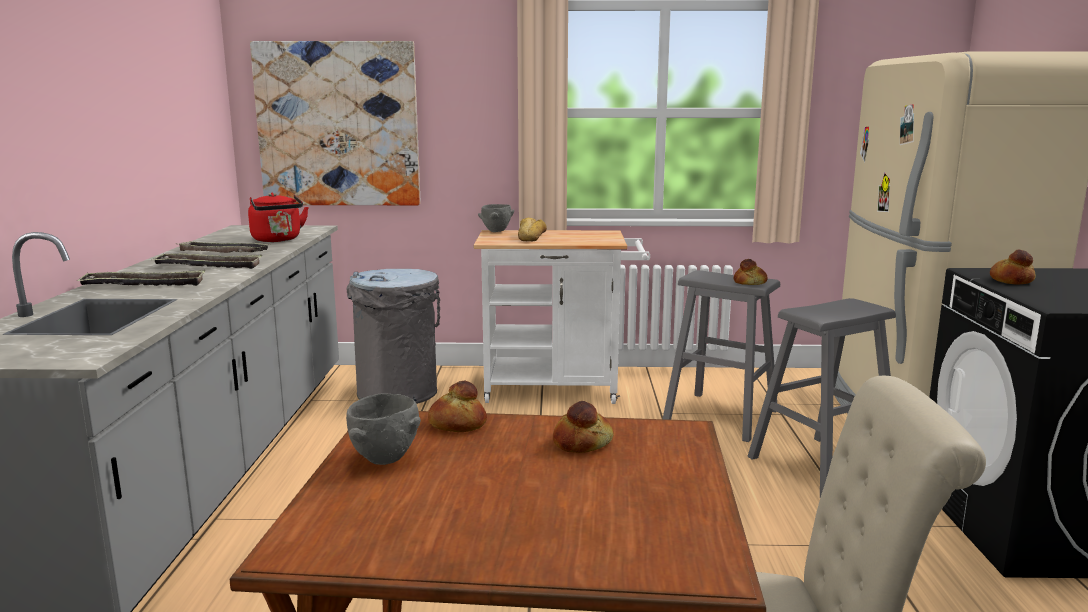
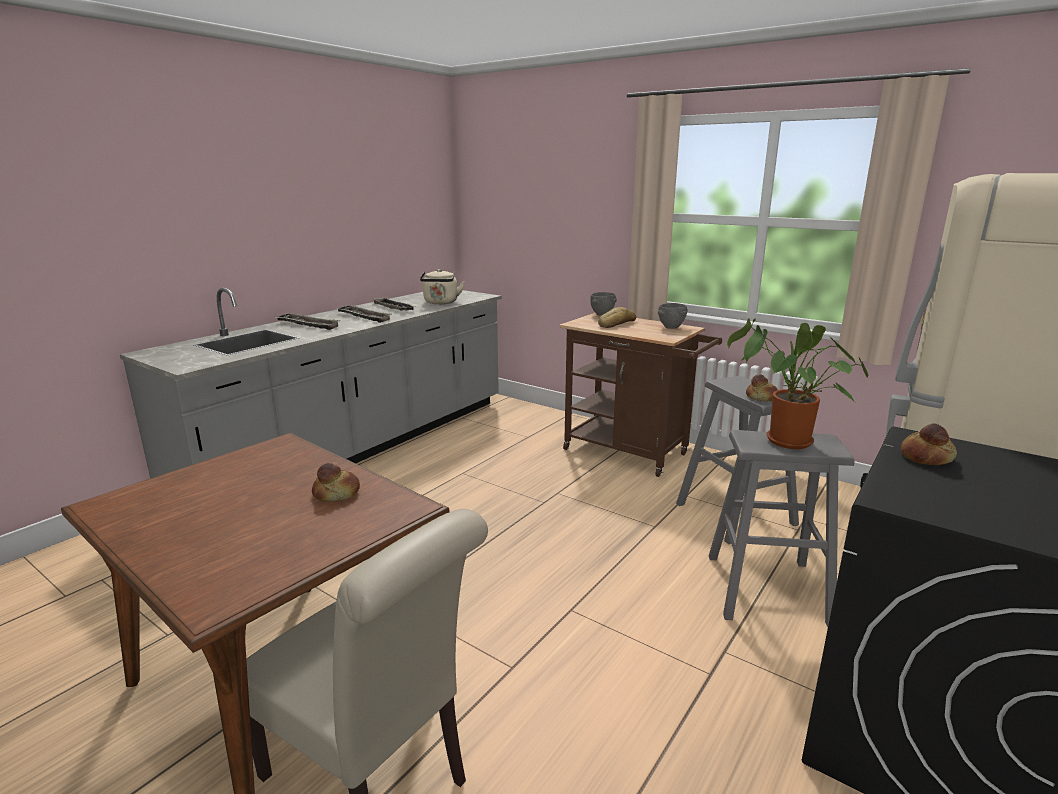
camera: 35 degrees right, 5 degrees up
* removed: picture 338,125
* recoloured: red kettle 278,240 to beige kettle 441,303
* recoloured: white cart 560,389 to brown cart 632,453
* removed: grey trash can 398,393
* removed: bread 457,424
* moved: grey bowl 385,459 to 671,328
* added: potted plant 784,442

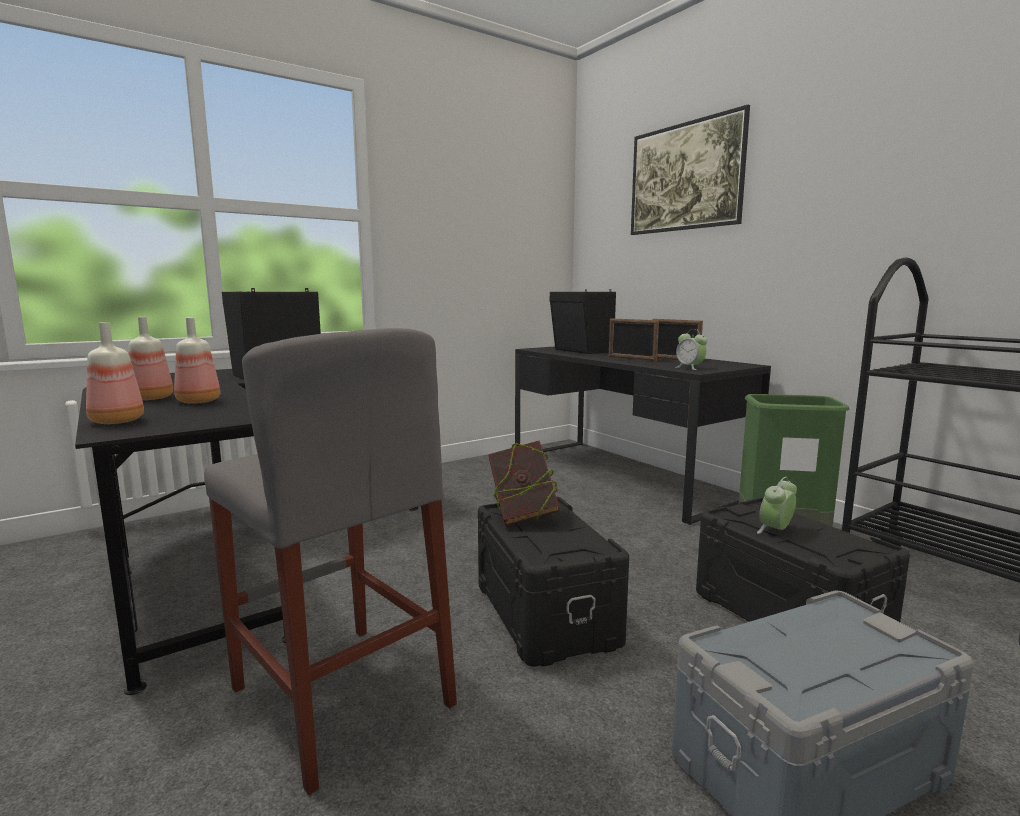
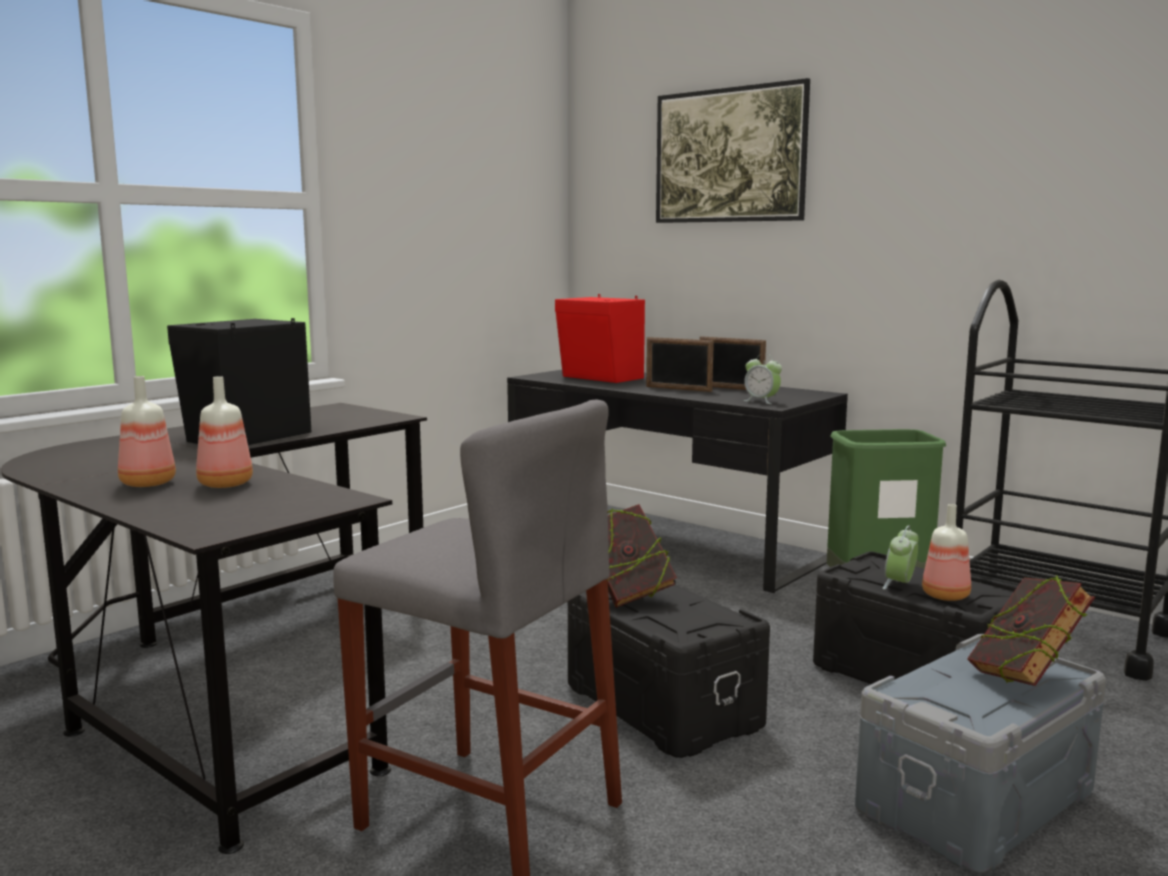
camera: 15 degrees left, 0 degrees up
* recoloured: black speaker 582,351 to red speaker 601,378
* moved: bottle 118,421 to 947,596
* added: book 1024,679

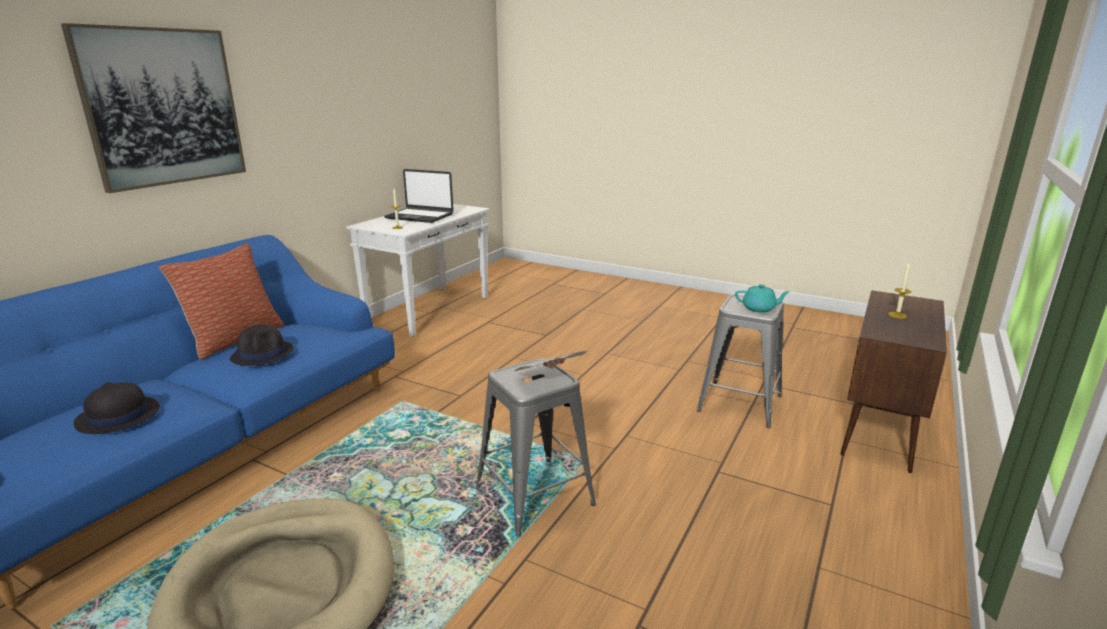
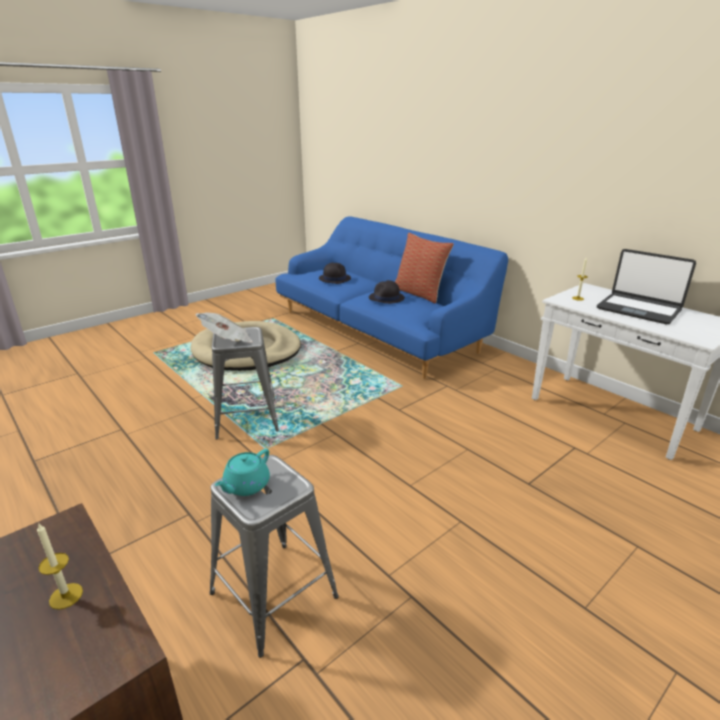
camera: 110 degrees right, 5 degrees up
* removed: picture 163,107
* turned: laptop 420,216 = 638,309 90 degrees counterclockwise

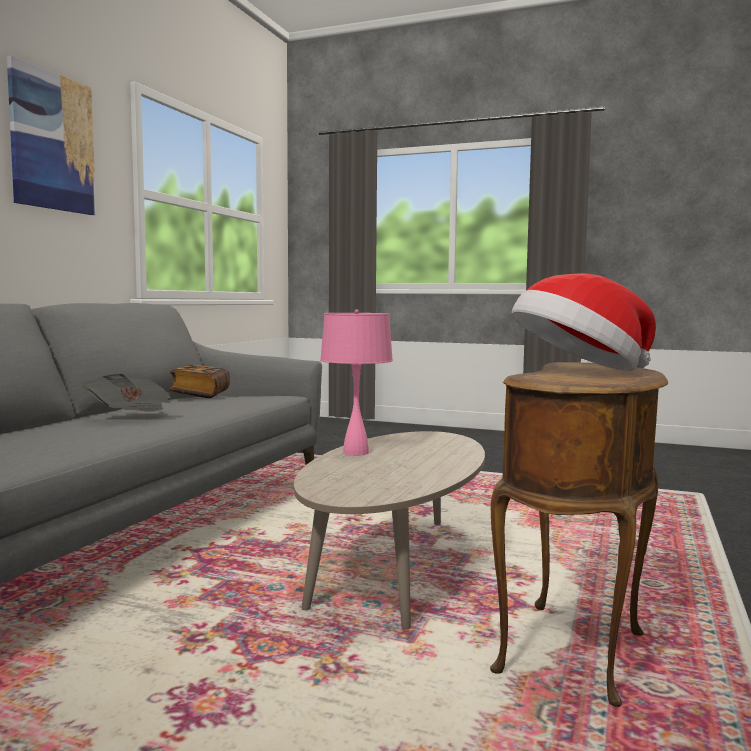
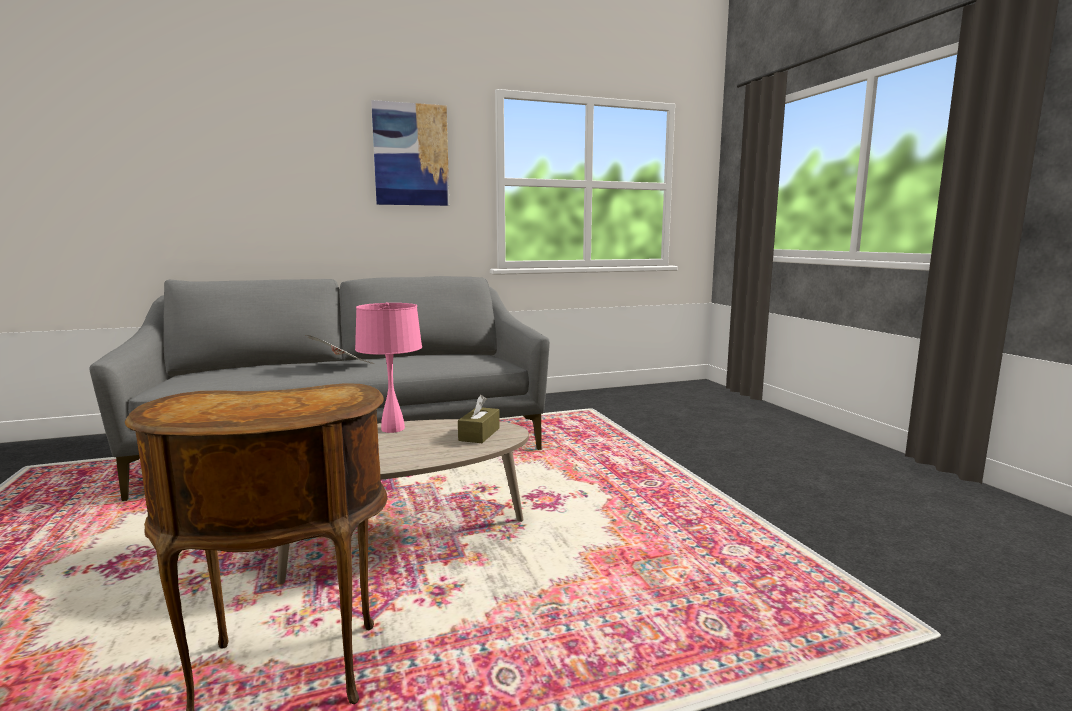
camera: 50 degrees right, 5 degrees up
* removed: hat 579,371
* removed: book 200,394
* added: brown tissue box 479,434

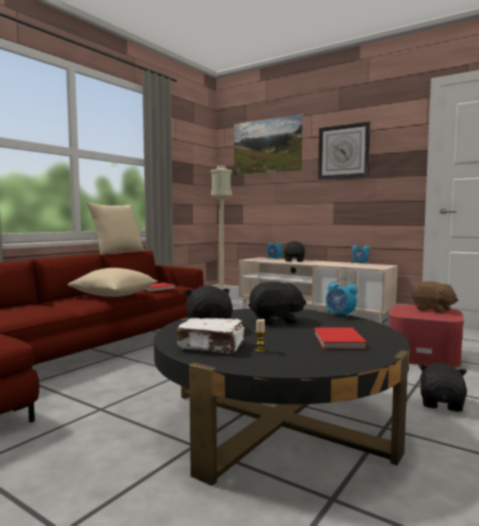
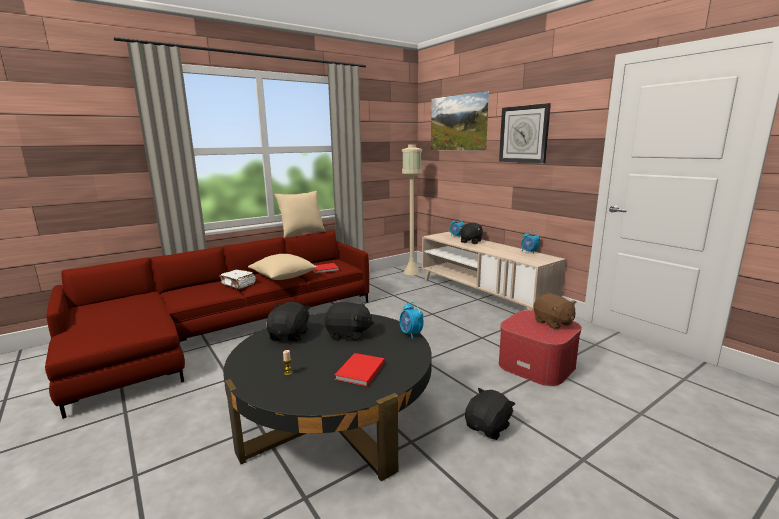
camera: 20 degrees right, 10 degrees up
* moved: white book 212,347 to 238,284

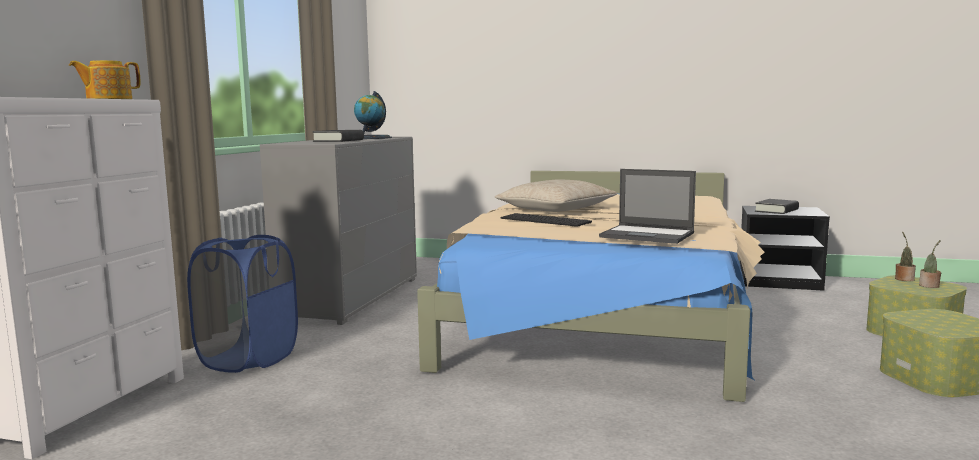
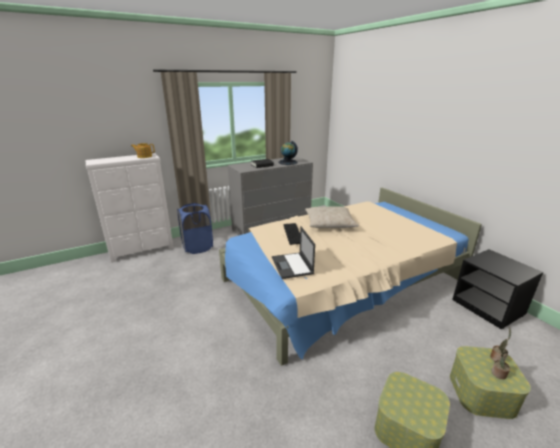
camera: 45 degrees right, 15 degrees up
* removed: black book 776,210

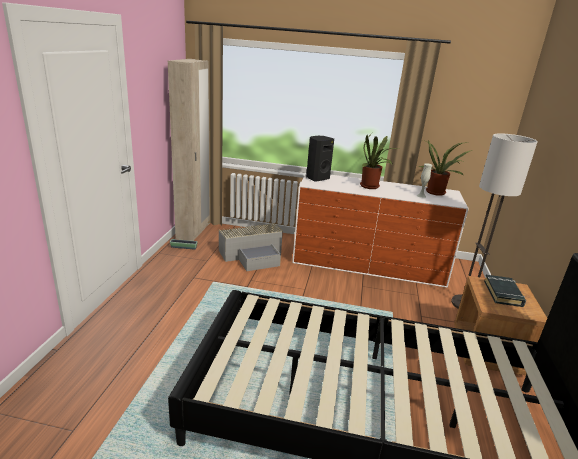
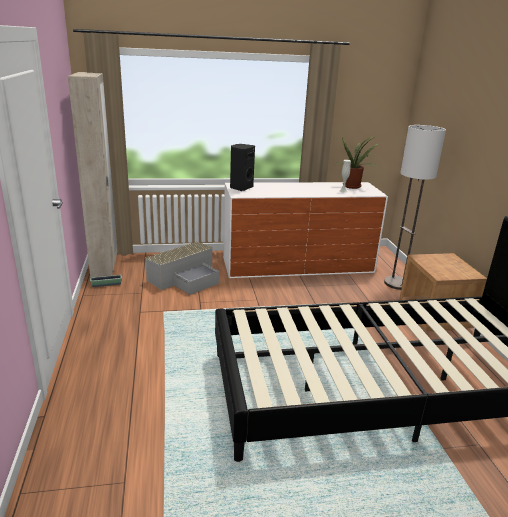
camera: 20 degrees left, 0 degrees up
* removed: potted plant 371,187
* removed: black book 503,293

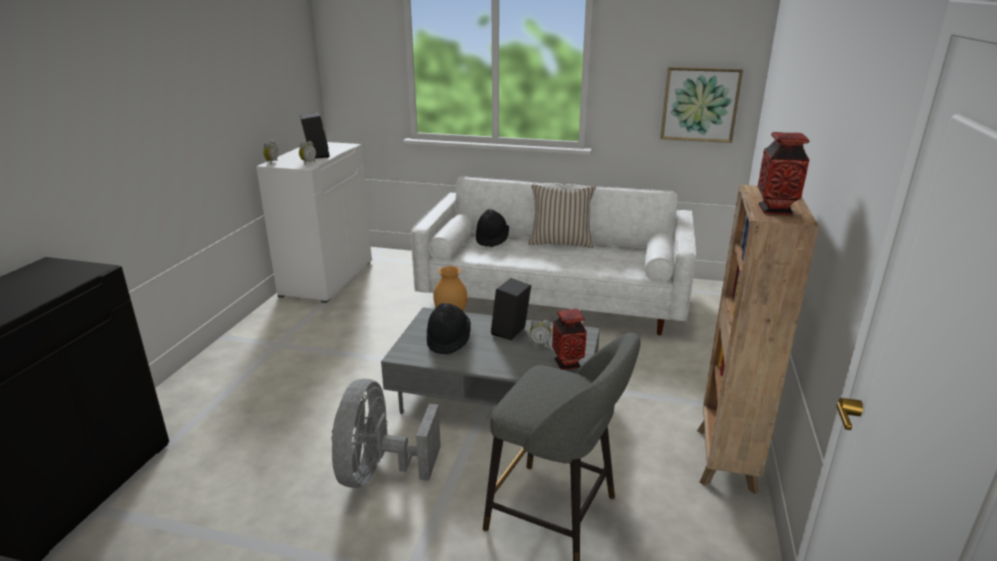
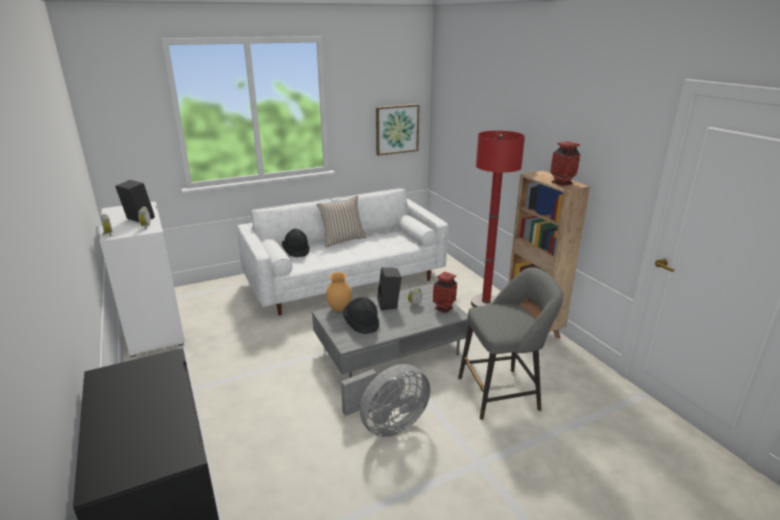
camera: 40 degrees left, 0 degrees up
* turned: grey fan 379,472 = 387,425 90 degrees counterclockwise
* added: red floor lamp 485,304

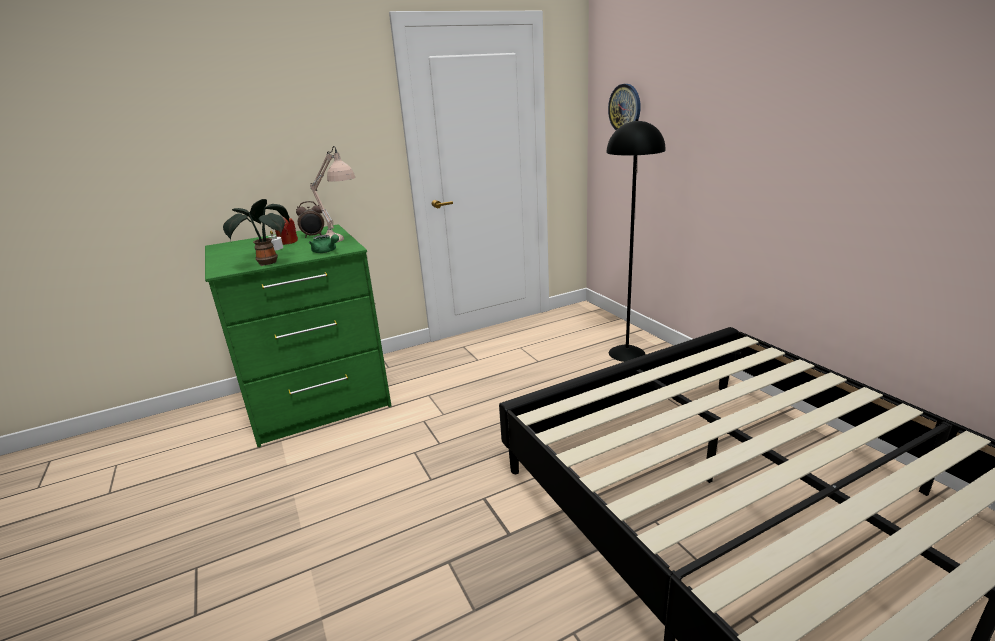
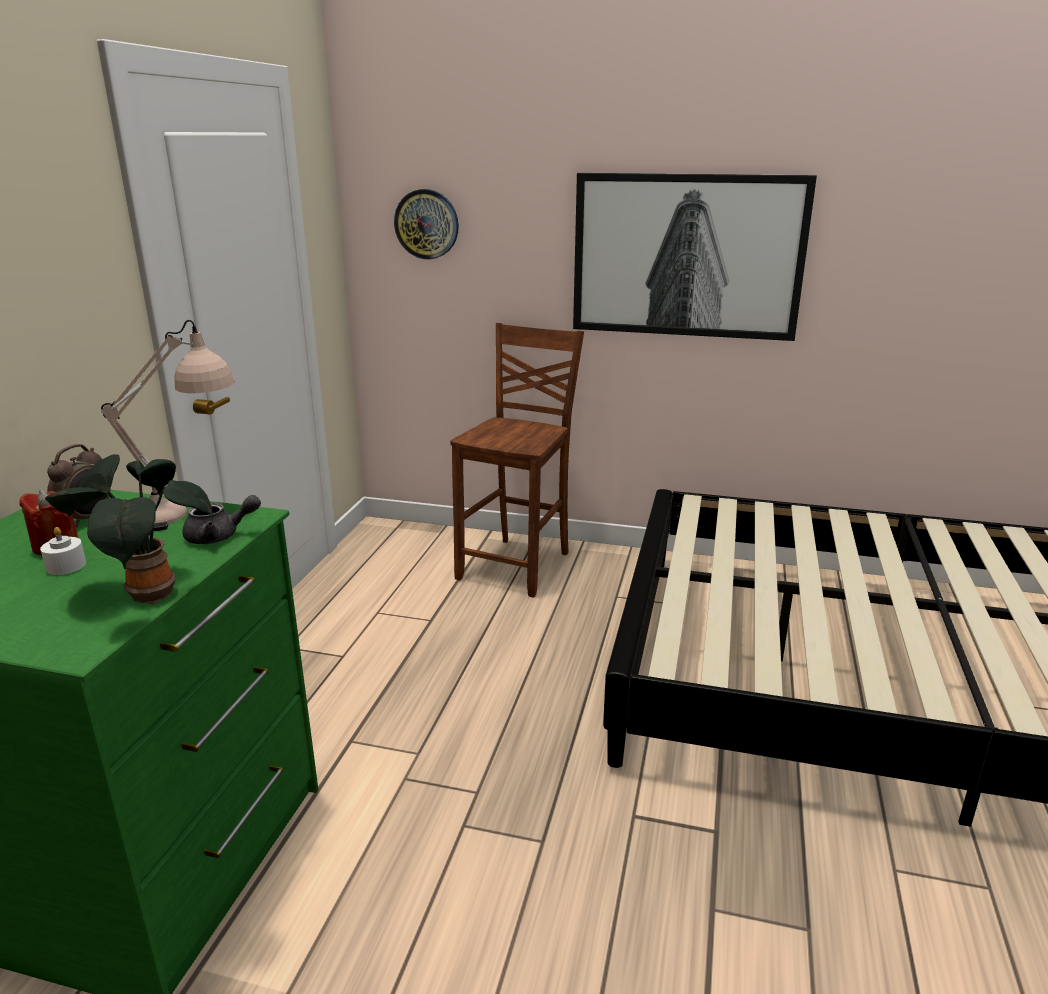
camera: 50 degrees left, 0 degrees up
* replaced: black floor lamp 627,353 to brown chair 518,565
* recoloured: green teapot 326,251 to grey teapot 220,536
* added: picture 686,256

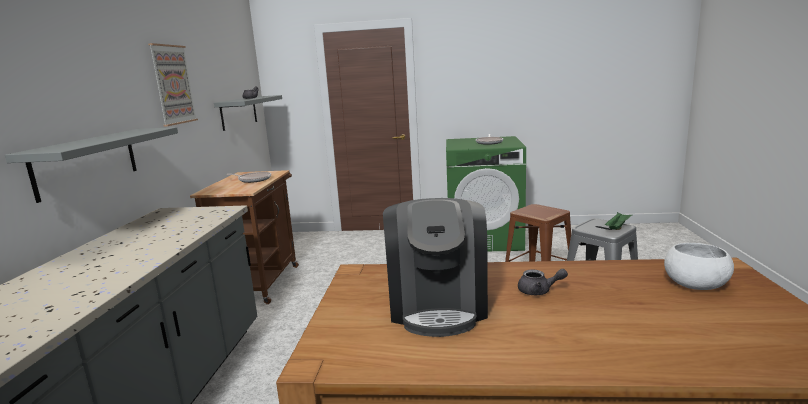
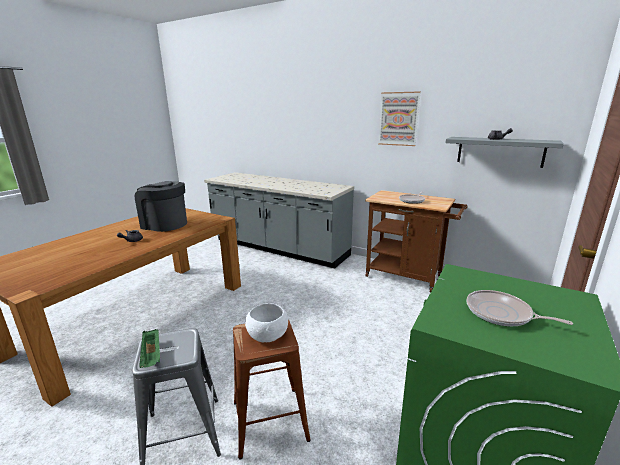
camera: 115 degrees right, 5 degrees up
* removed: grey shelf 87,162
* moved: white bowl 696,284 to 267,335

